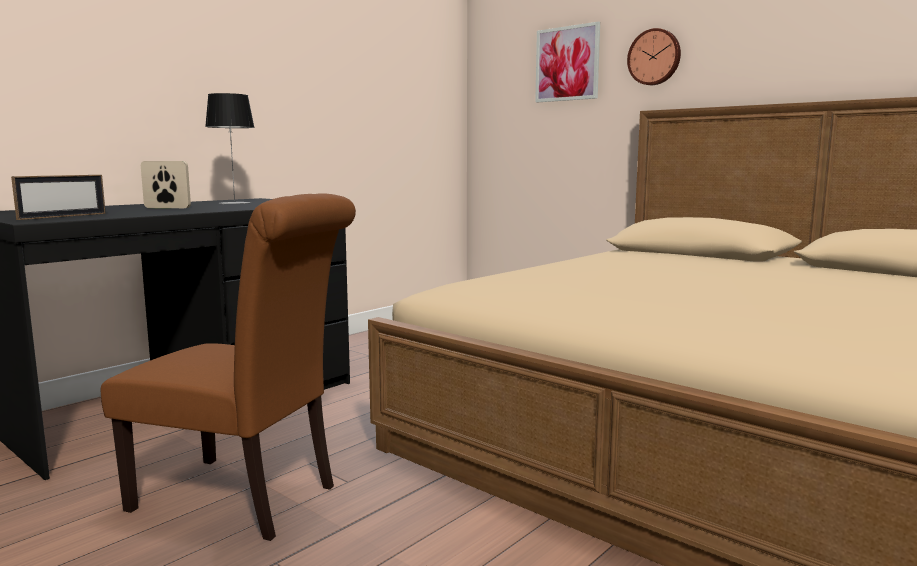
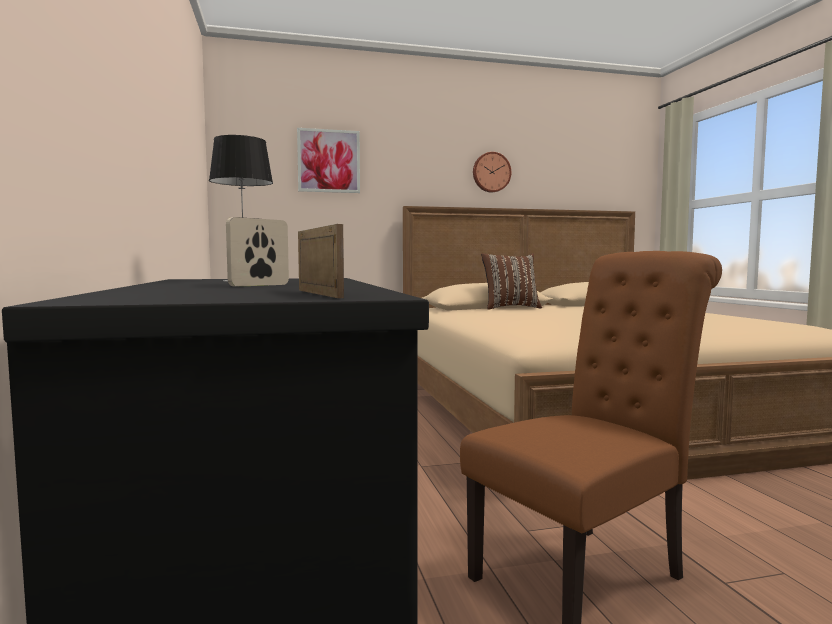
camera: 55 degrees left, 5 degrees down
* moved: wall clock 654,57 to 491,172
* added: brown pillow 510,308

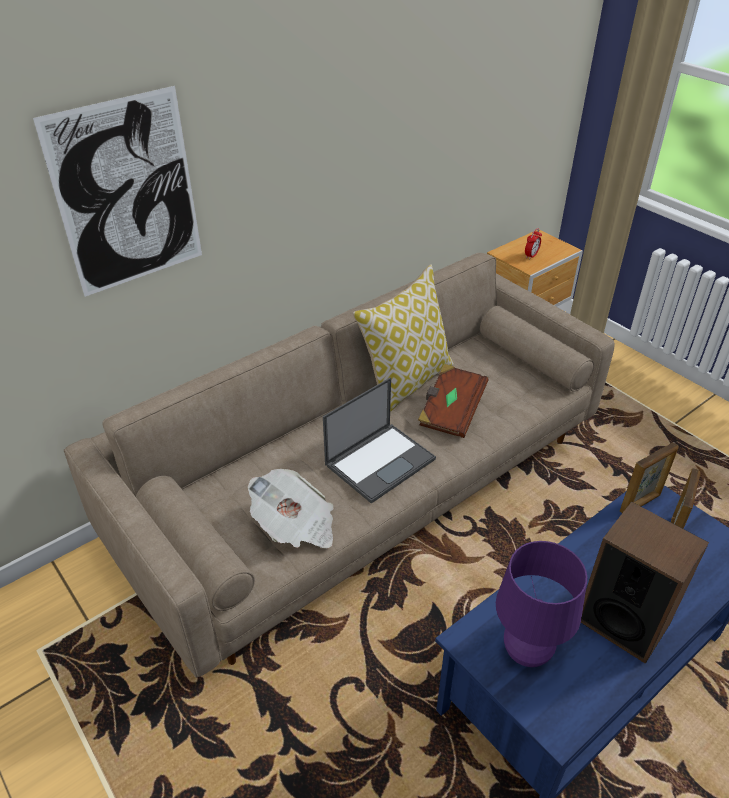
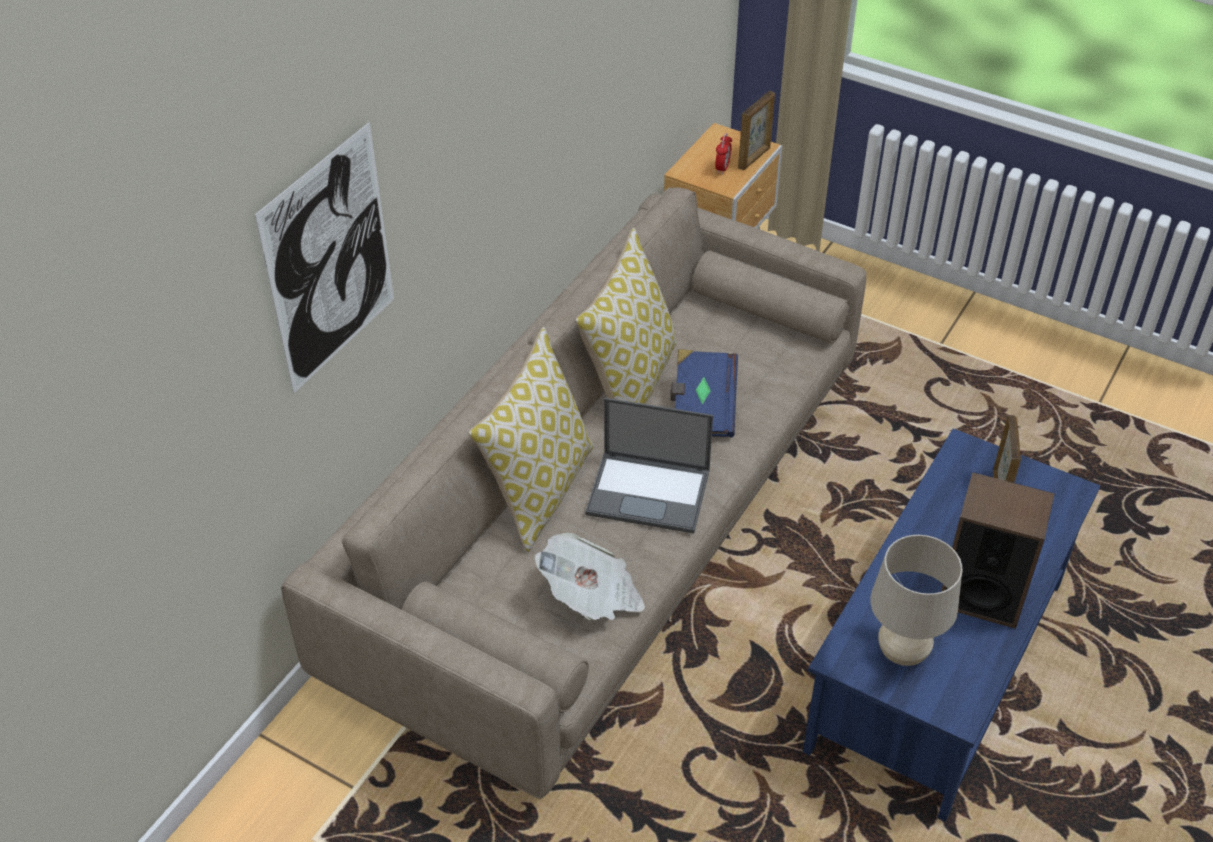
camera: 20 degrees left, 5 degrees up
* recoloured: brown book 450,412 to blue book 702,408
* turned: laptop 380,461 = 650,492 75 degrees clockwise
* moved: picture frame 640,503 to 754,158
* recoloured: purple table lamp 526,652 to beige table lamp 902,653
* added: pillow 539,489

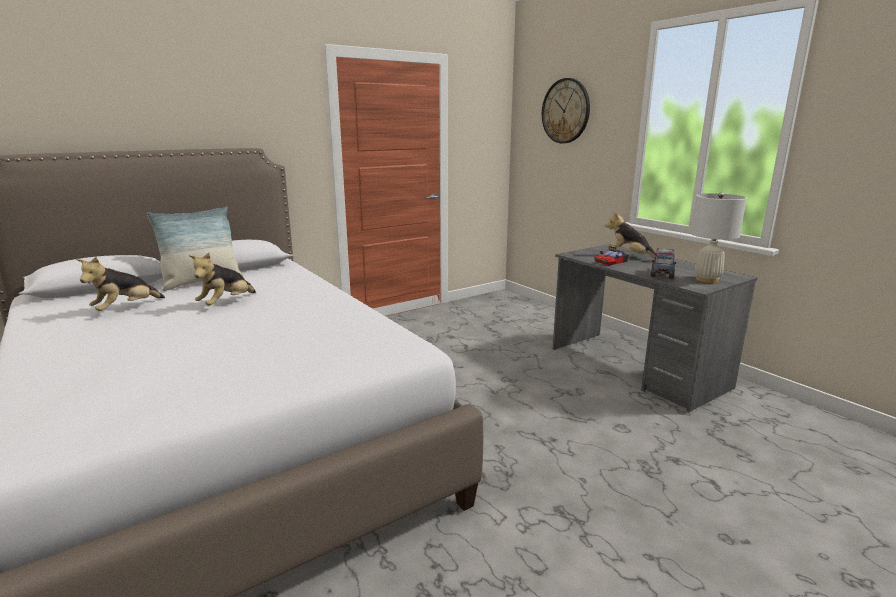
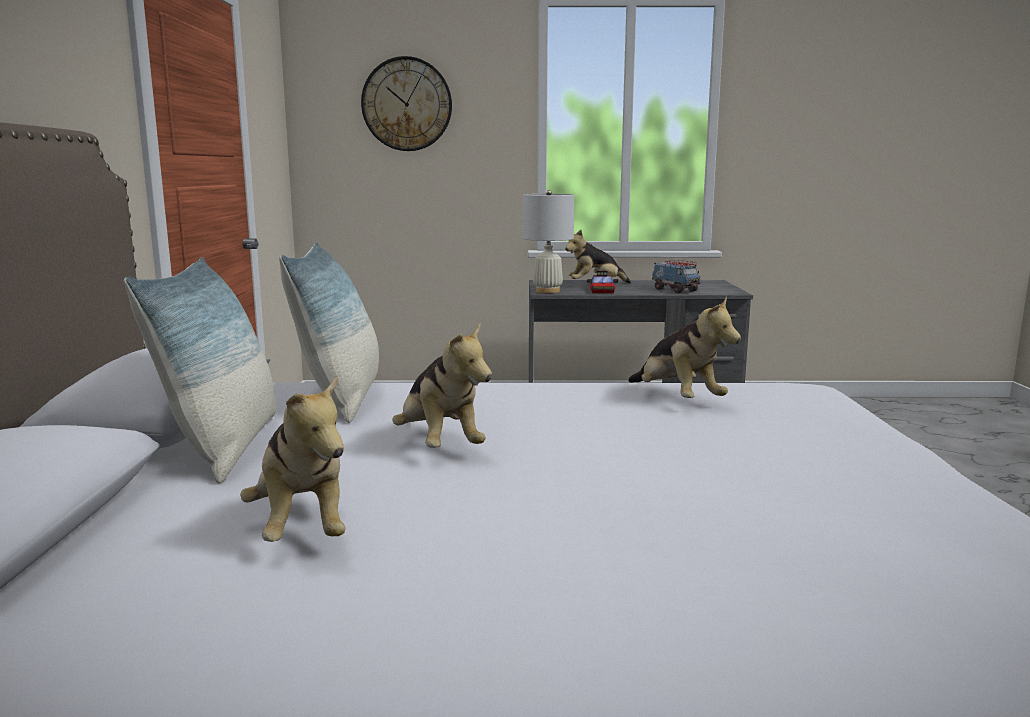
camera: 55 degrees left, 5 degrees down
* moved: white table lamp 707,279 to 547,291
* added: pillow 341,399
* added: plush toy 677,399

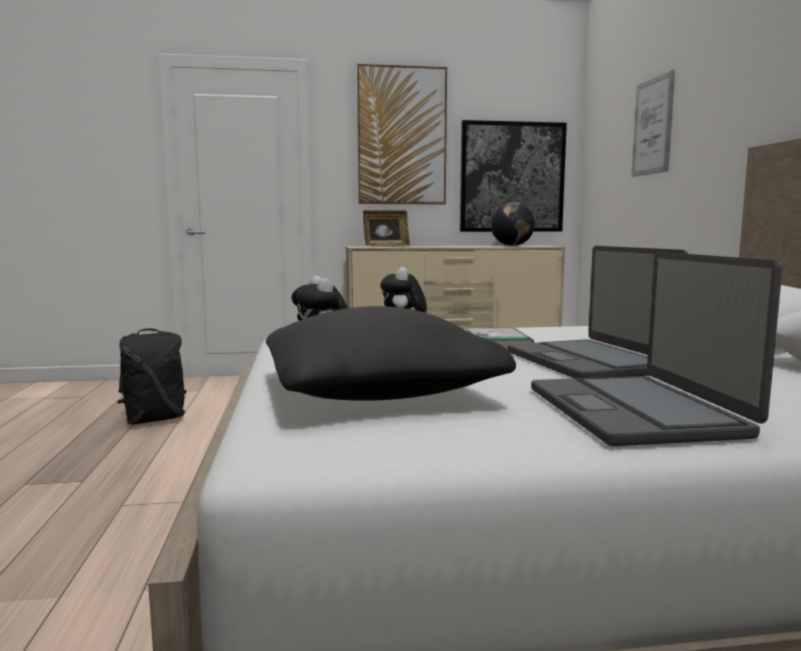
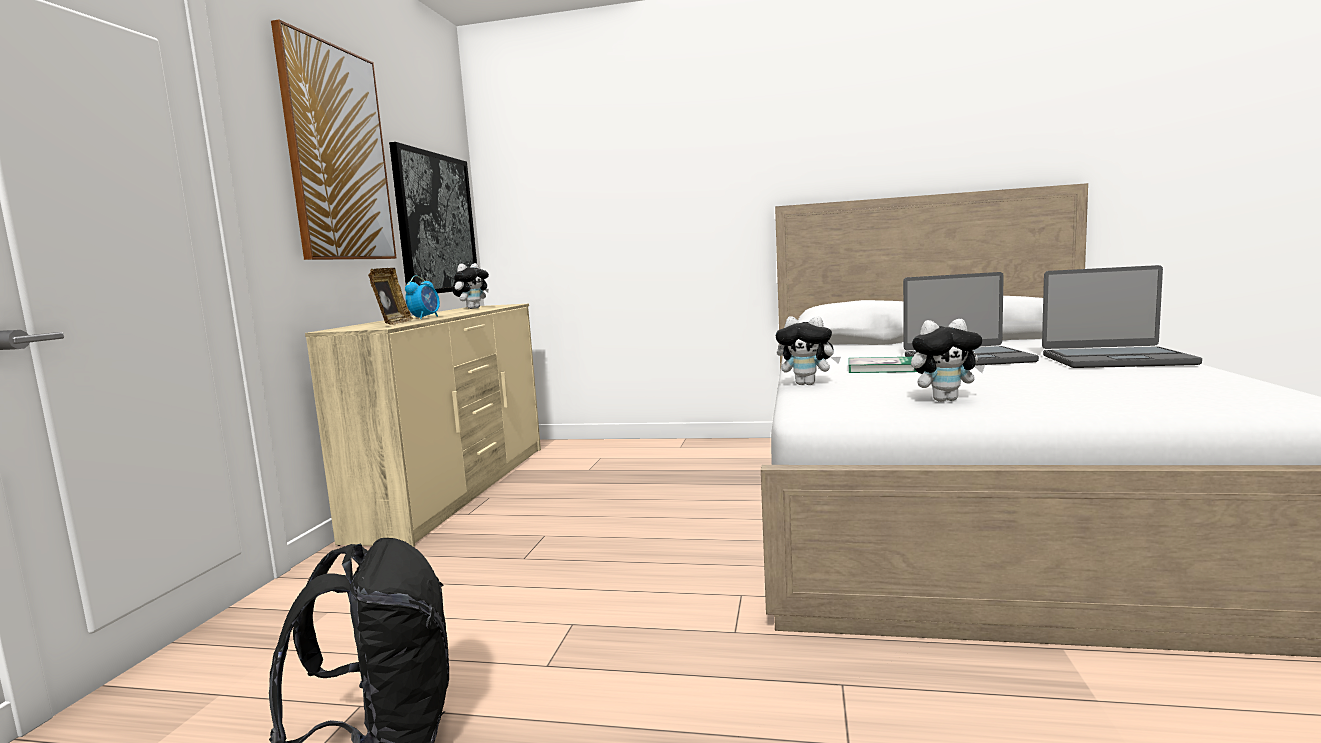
camera: 70 degrees left, 0 degrees up
* removed: picture 652,126
* replaced: globe 512,245 to plush toy 473,308
* removed: black pillow 378,391
* added: alarm clock 425,318

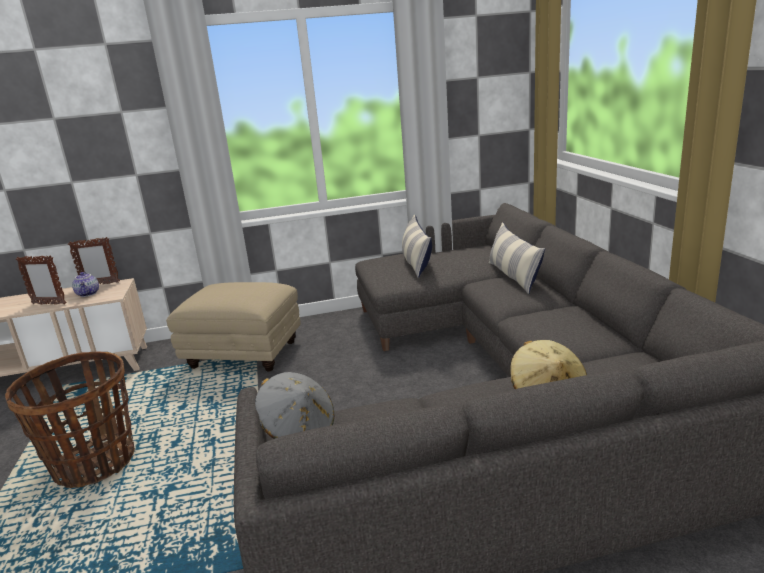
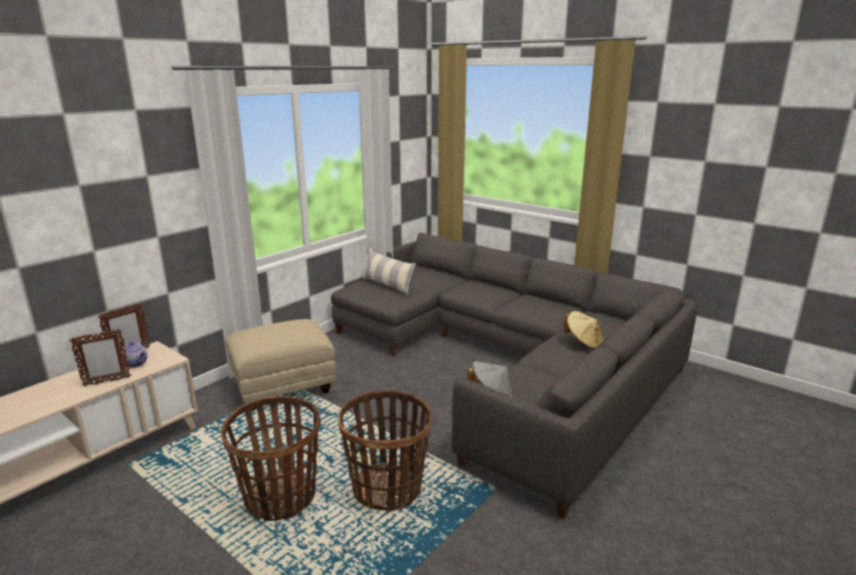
camera: 40 degrees left, 0 degrees up
* removed: pillow 513,276
* added: basket 387,489

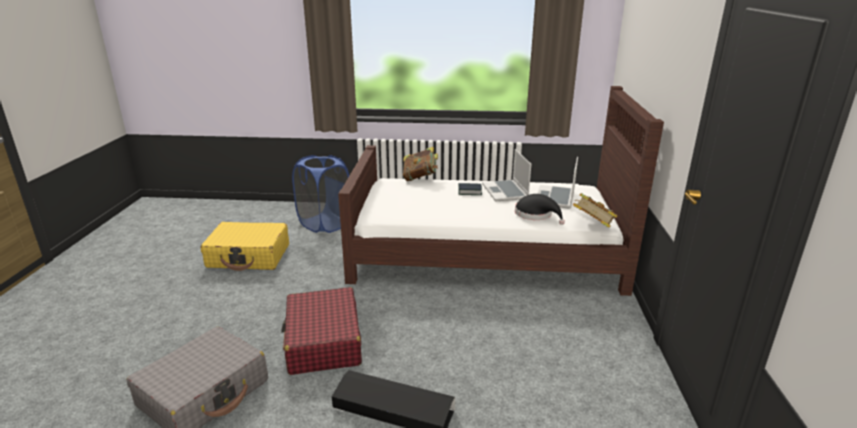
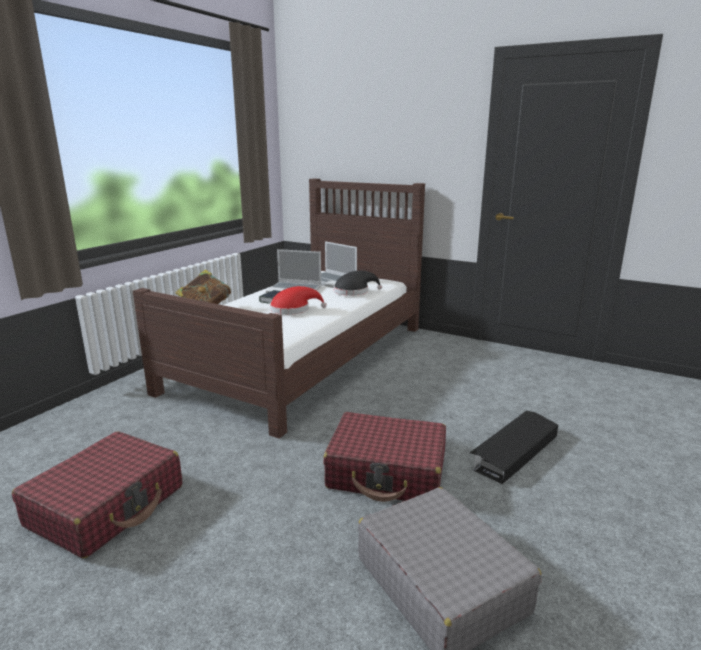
camera: 65 degrees left, 5 degrees down
* removed: blue laundry basket 324,224
* removed: book 592,226
* recoloured: yellow suitcase 249,256 to red suitcase 107,506
* added: red hat 293,309

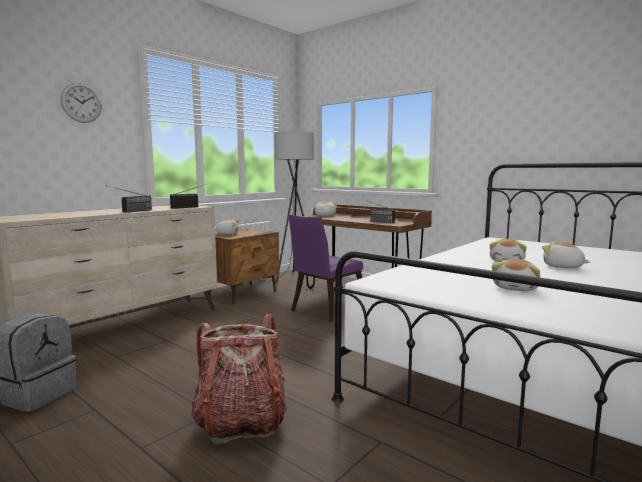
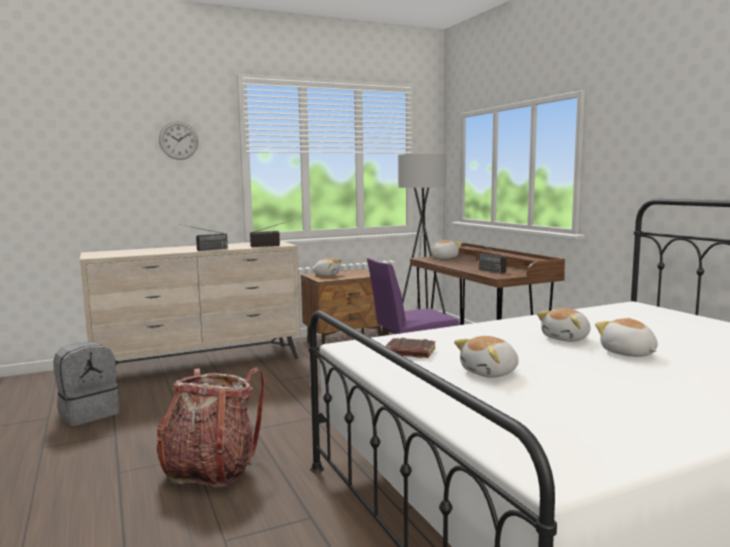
camera: 25 degrees right, 0 degrees up
* added: brown book 409,352

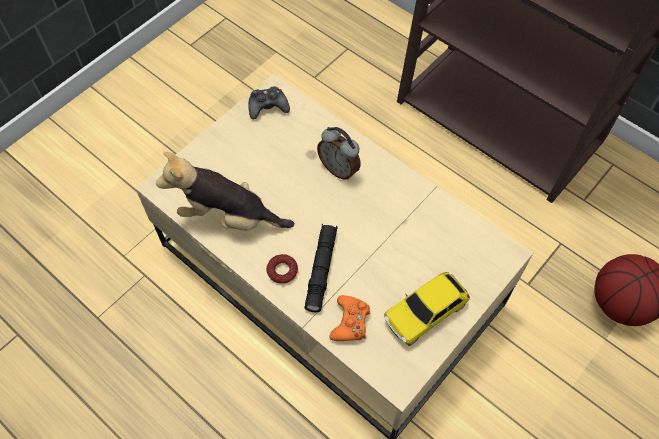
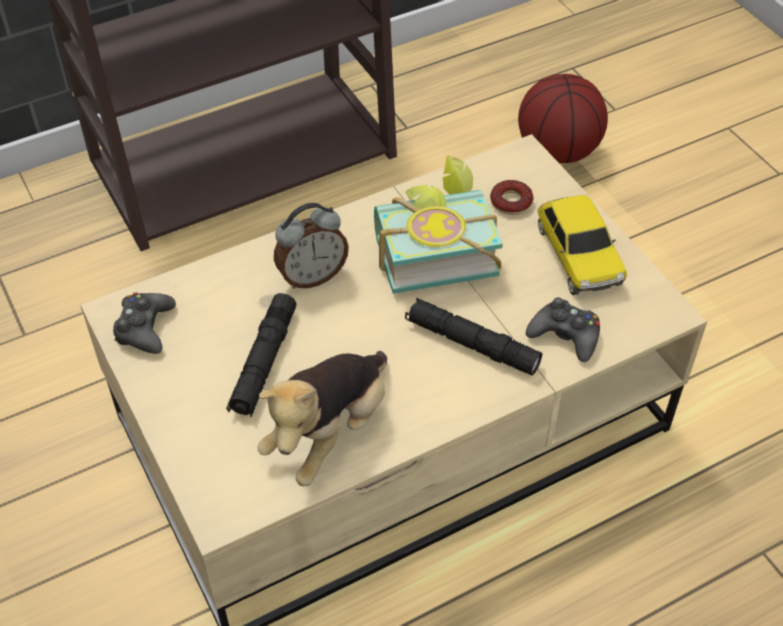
camera: 70 degrees left, 10 degrees down
* moved: donut 282,271 to 511,202
* recoloured: orange game controller 350,322 to black game controller 565,335
* added: book 432,249
* added: black flashlight 264,362

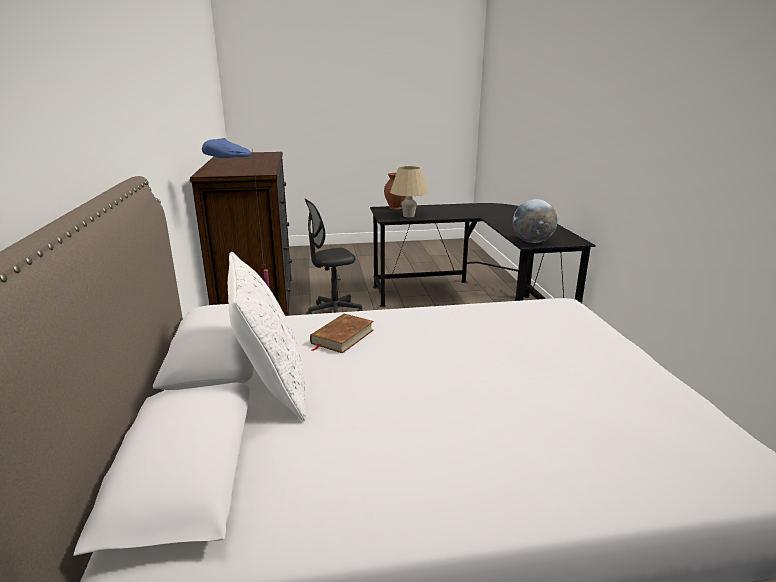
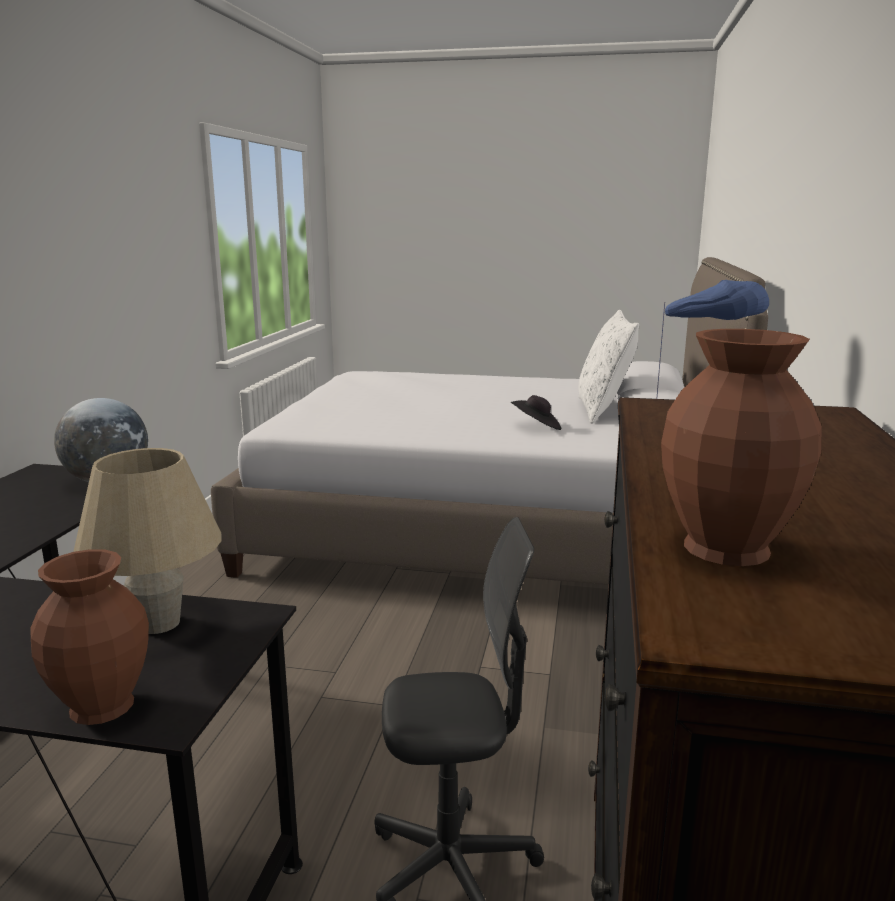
camera: 160 degrees left, 5 degrees down
* replaced: brown book 342,337 to black hat 536,427
* added: brown vase 729,547

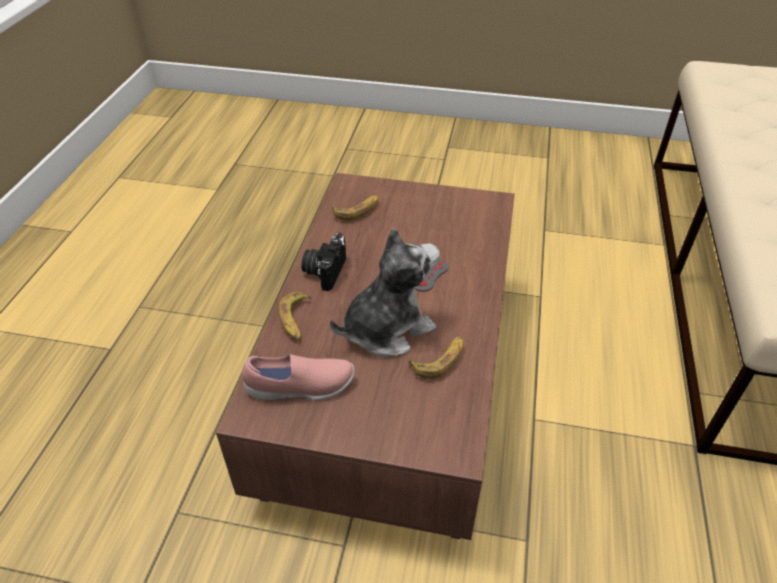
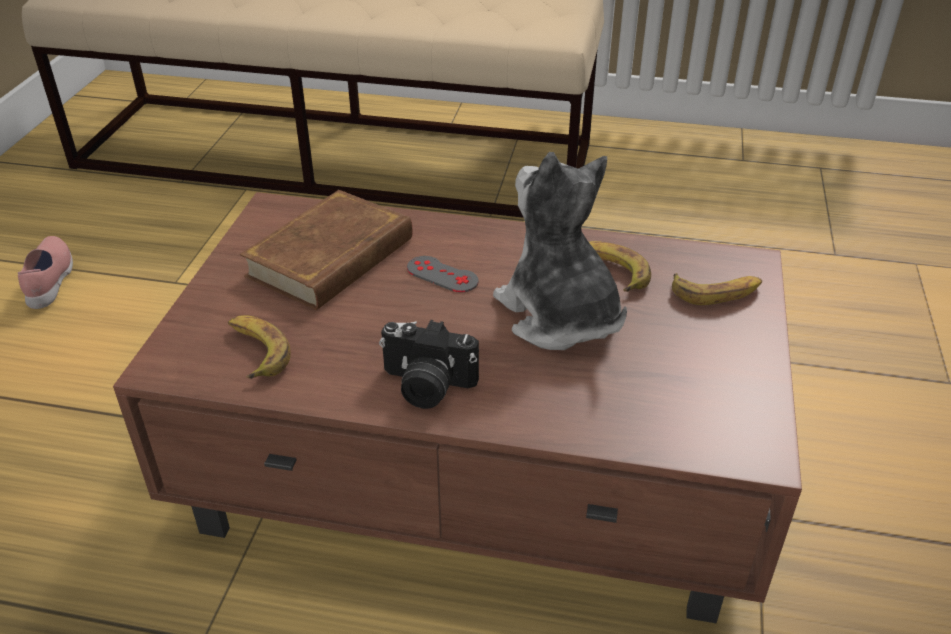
camera: 90 degrees left, 5 degrees down
* moved: banana 296,320 to 716,293
* moved: pink shoe 301,388 to 51,281
* added: brown book 332,257

